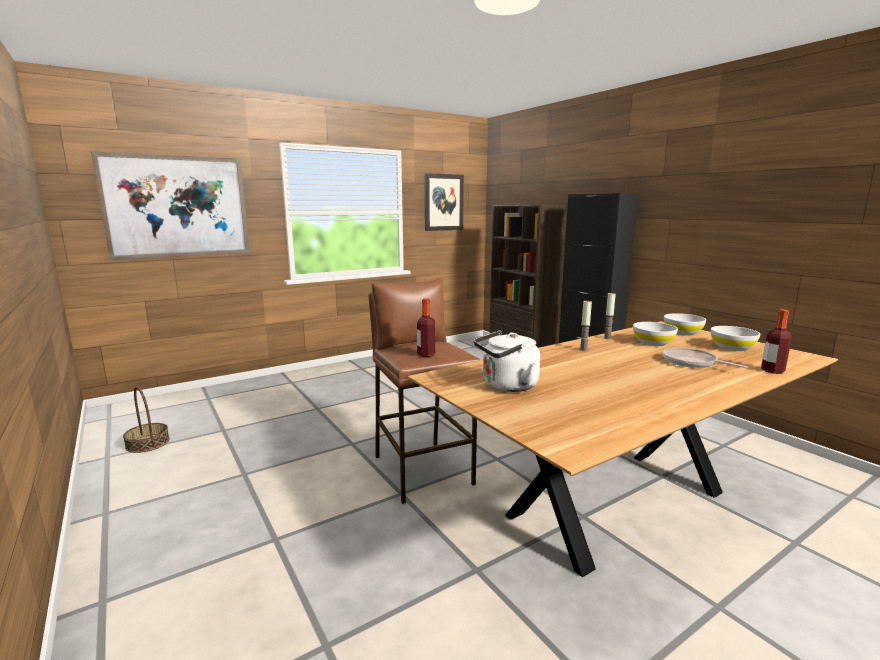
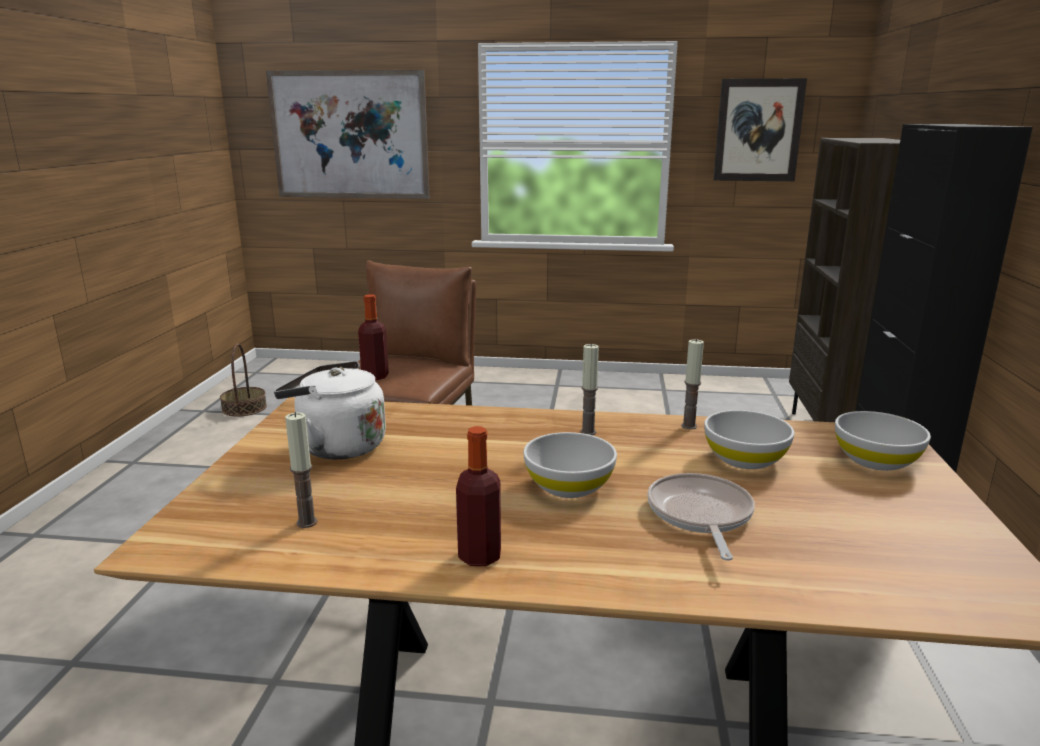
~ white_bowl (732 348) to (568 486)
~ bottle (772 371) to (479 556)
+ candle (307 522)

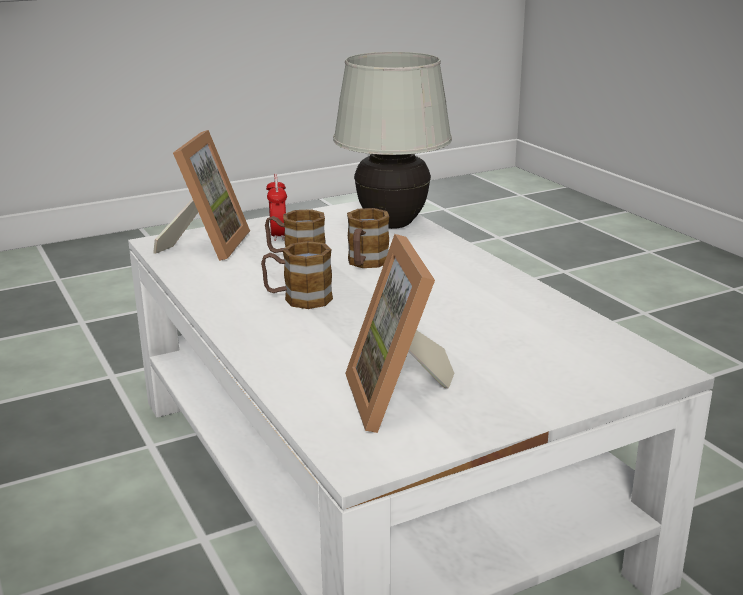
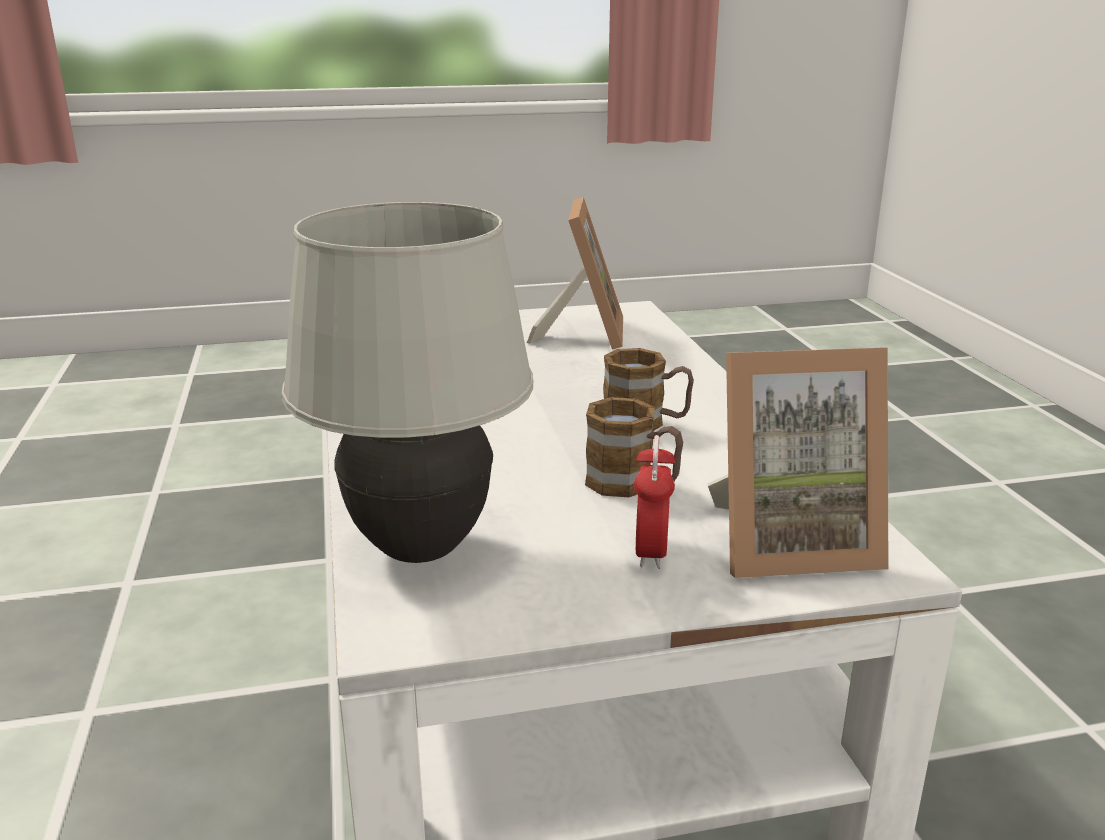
~ picture_frame (207 245) = (789 543) 120 degrees counterclockwise
- mug (365 264)

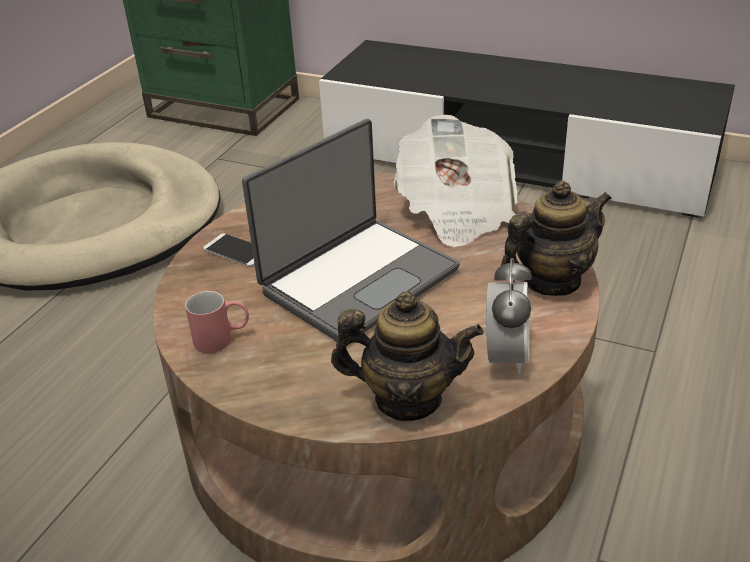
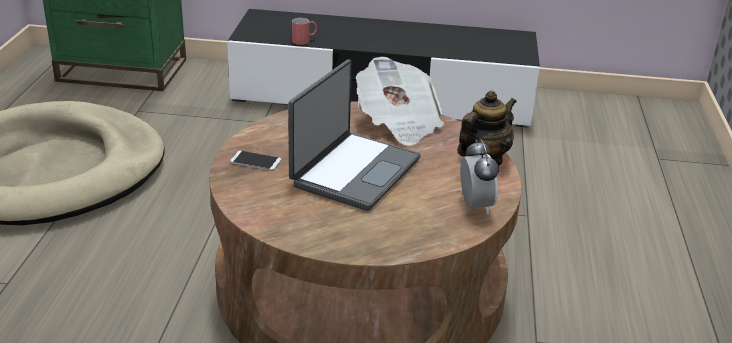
~ red_mug (222 339) to (304 40)
- teapot (407 399)

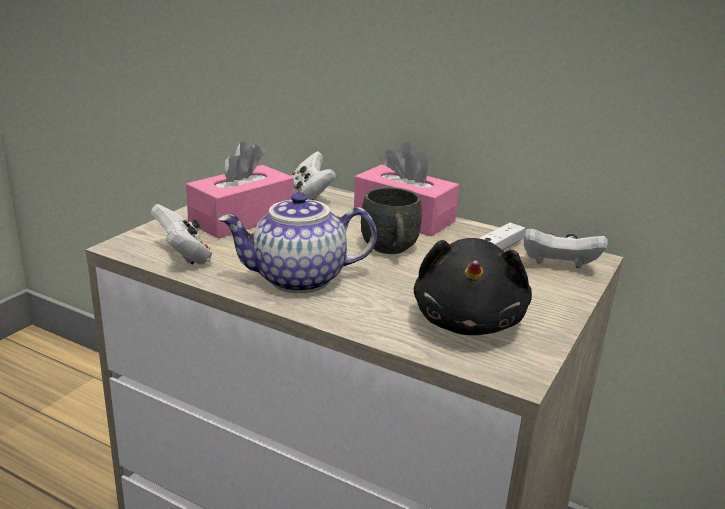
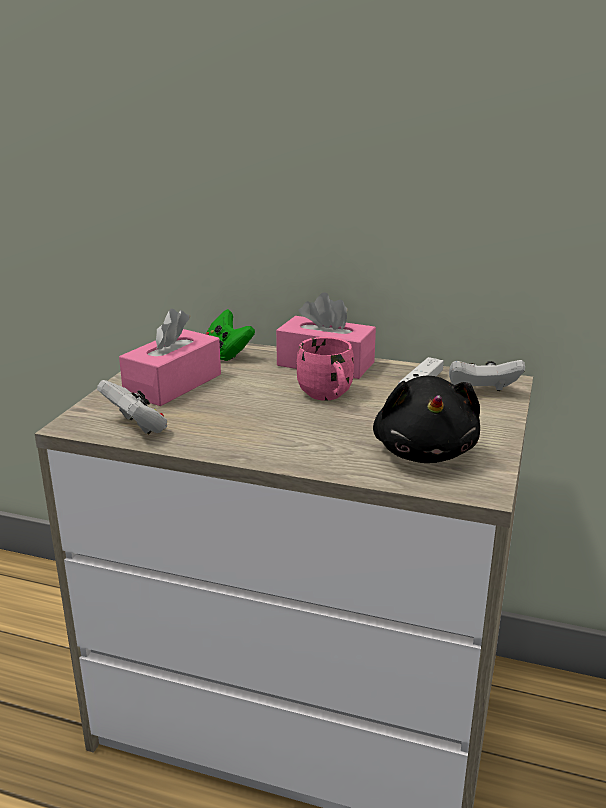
- teapot (298 280)
~ white_game_controller (310 195) to green_game_controller (227 353)
~ grey_mug (390 250) to pink_mug (328 396)

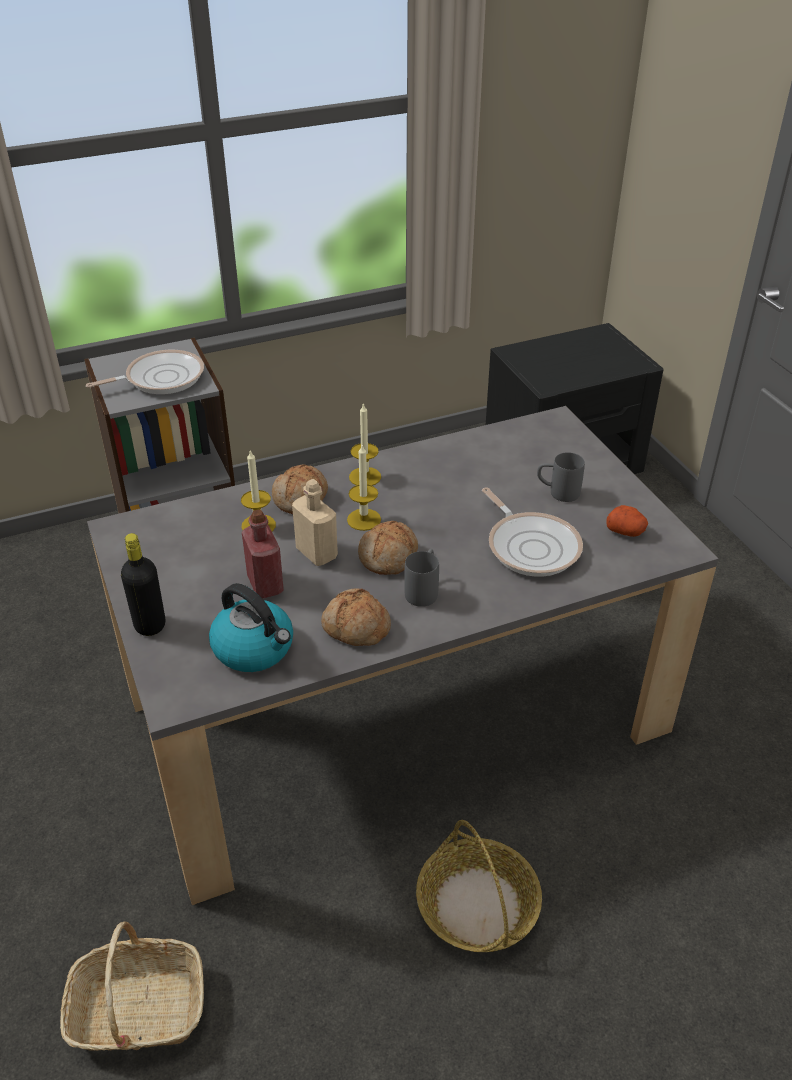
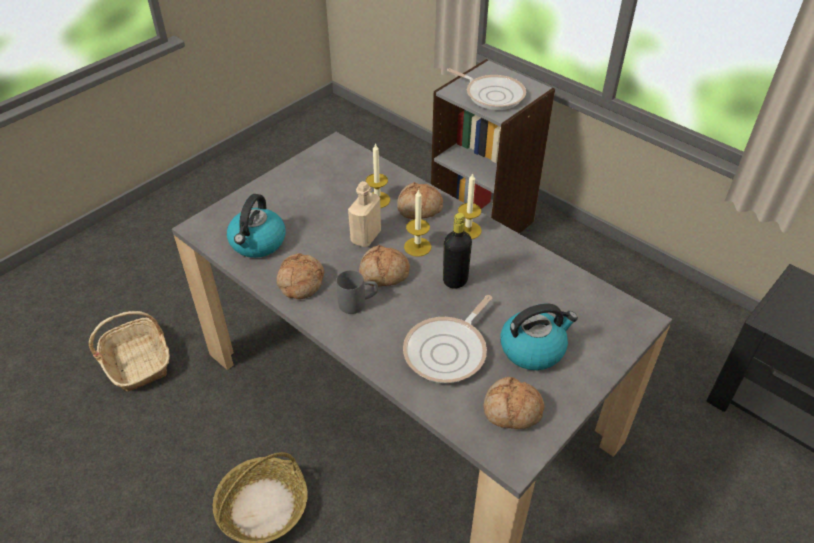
~ black_bottle (150 625) to (455 280)
- red_bottle (265 584)
~ grey_mug (557 492) to kettle (533 348)
~ potato (626 531) to bread (512 411)

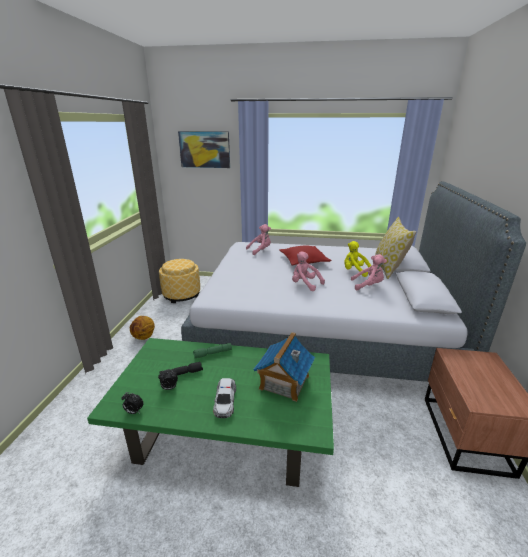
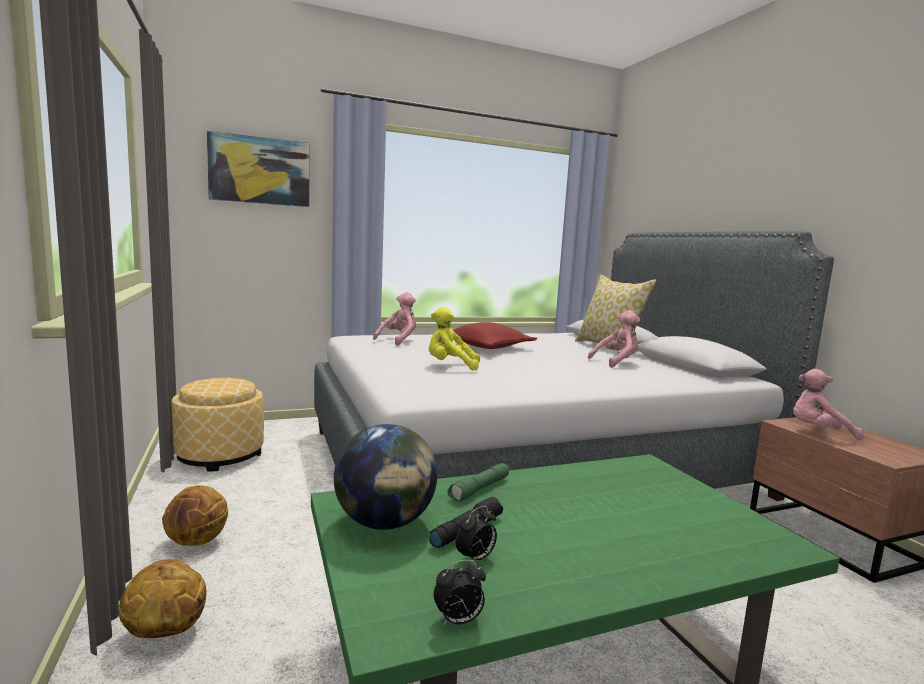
- toy_car (225 401)
- toy_house (284 382)
~ pink_plush_toy (305 284) to (818 432)
~ yellow_plush_toy (355 271) to (450 366)
+ basketball (165 631)
+ globe (385 522)

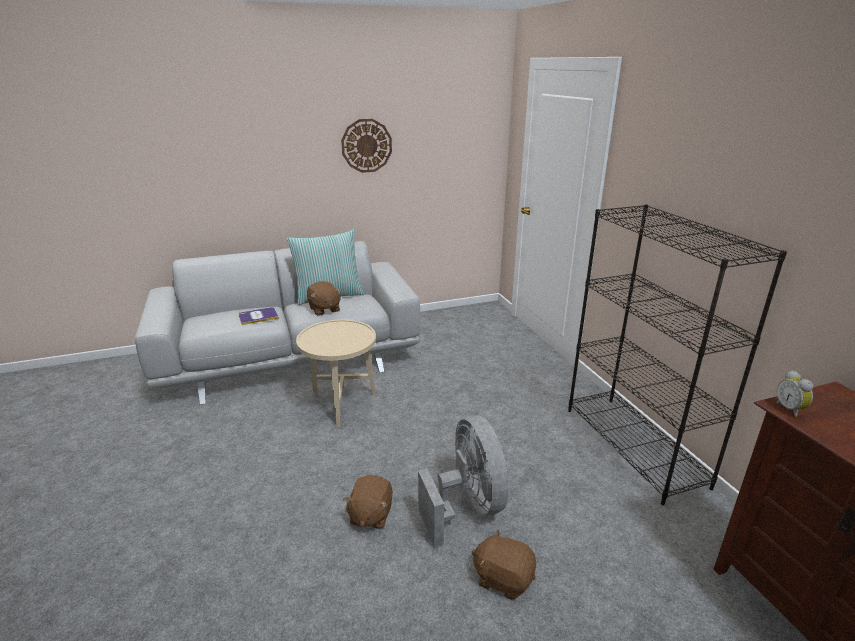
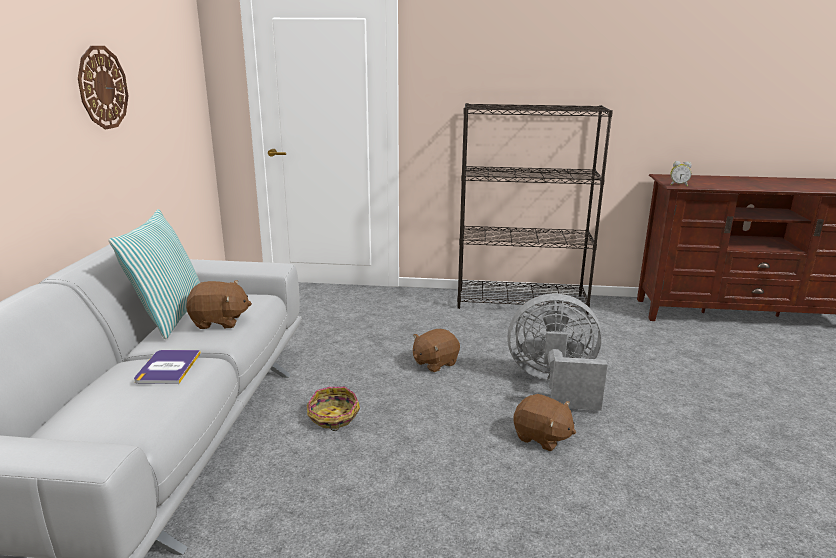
~ beige_side_table (342 405) to basket (333 417)
~ brown_plush_toy (503 578) to (434 363)

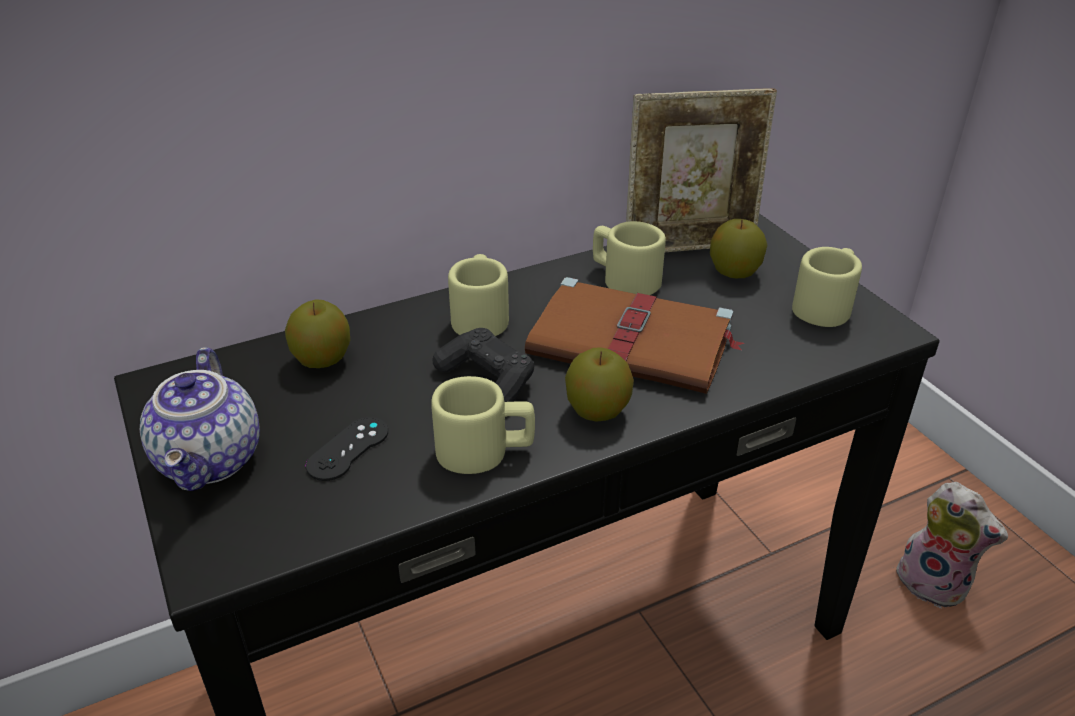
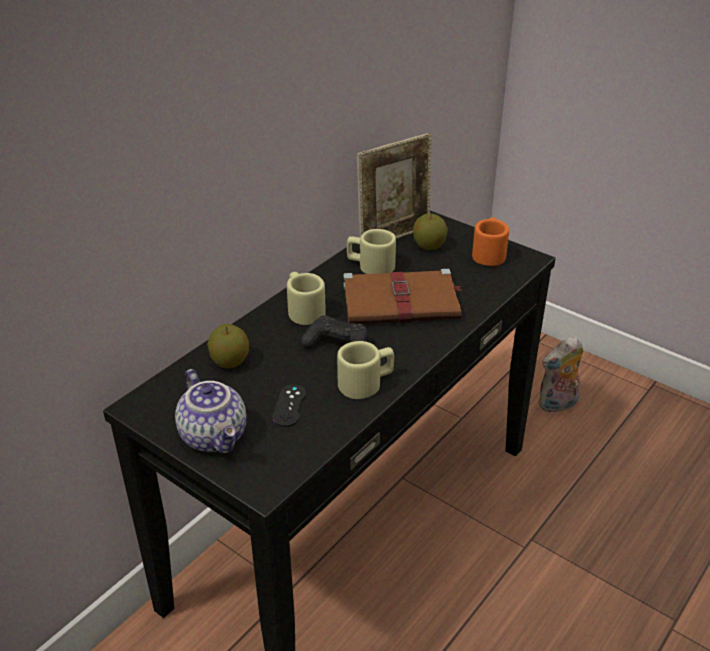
- apple (597 411)
~ beige_mug (825 305) to orange_mug (489 253)
~ plush_toy (934 583) = (557 405) 135 degrees clockwise

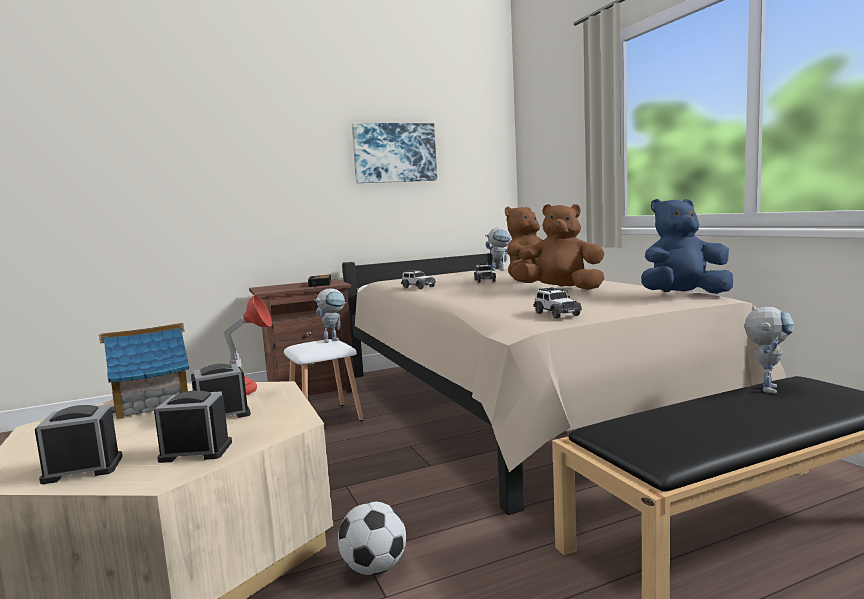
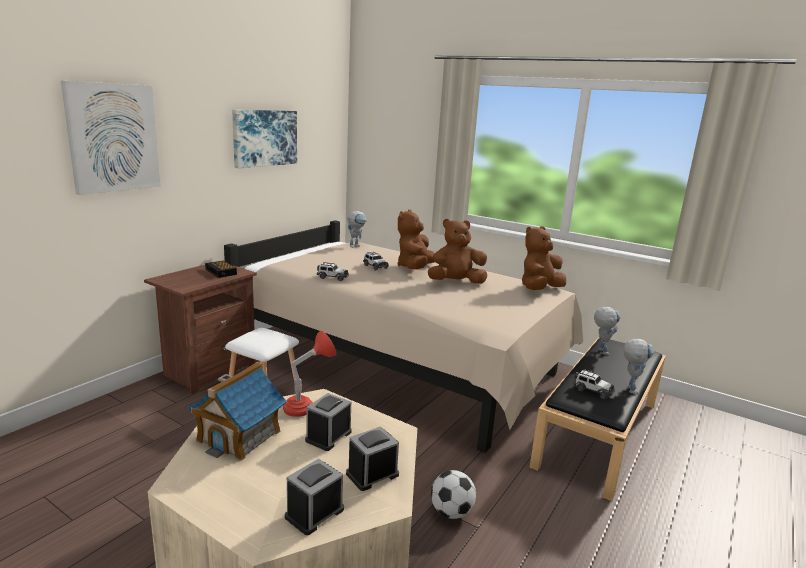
~ toy_robot (334 340) to (630 388)
~ toy_car (556 314) to (592 391)
~ blue_plush_toy (683 295) to brown_plush_toy (539 289)
+ picture (113 138)

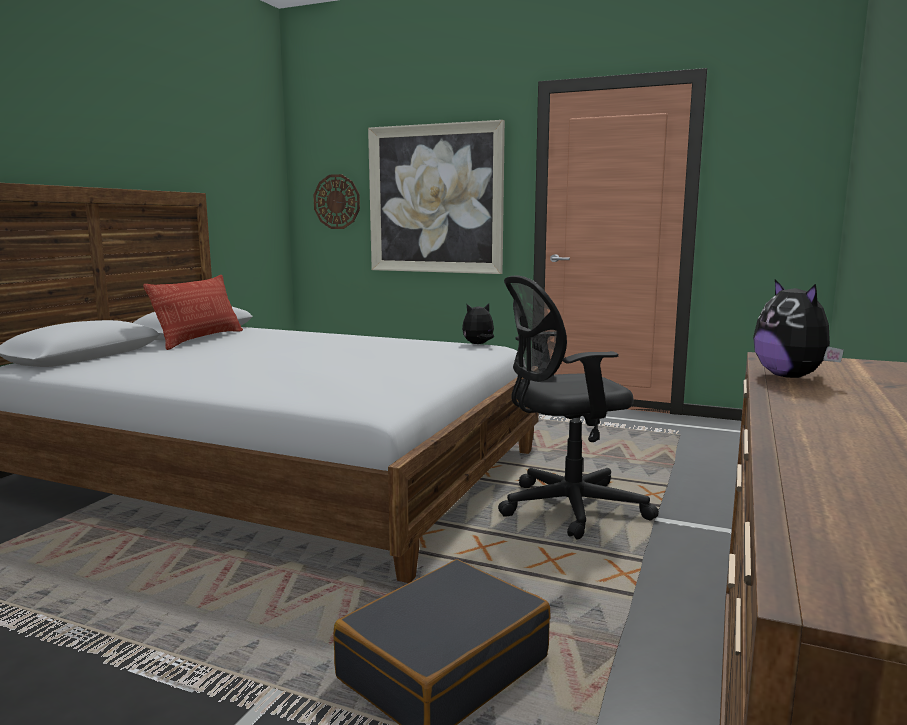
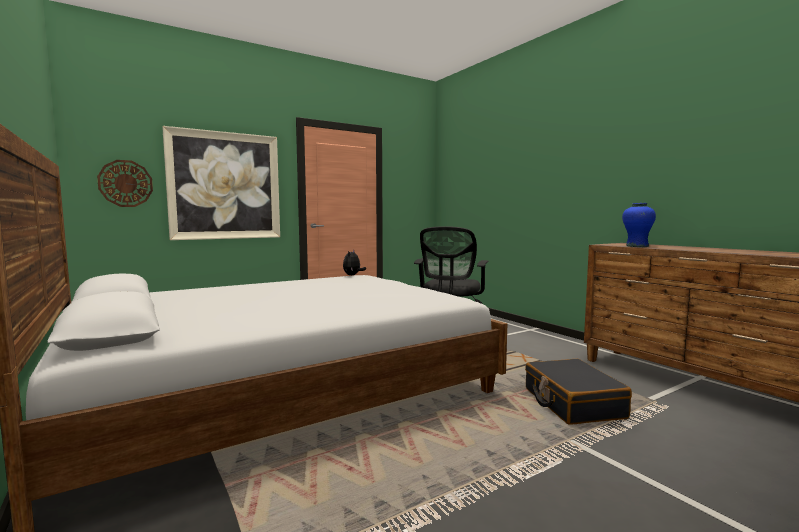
- pillow (200 339)
~ plush_toy (791 377) to blue_vase (637 246)

